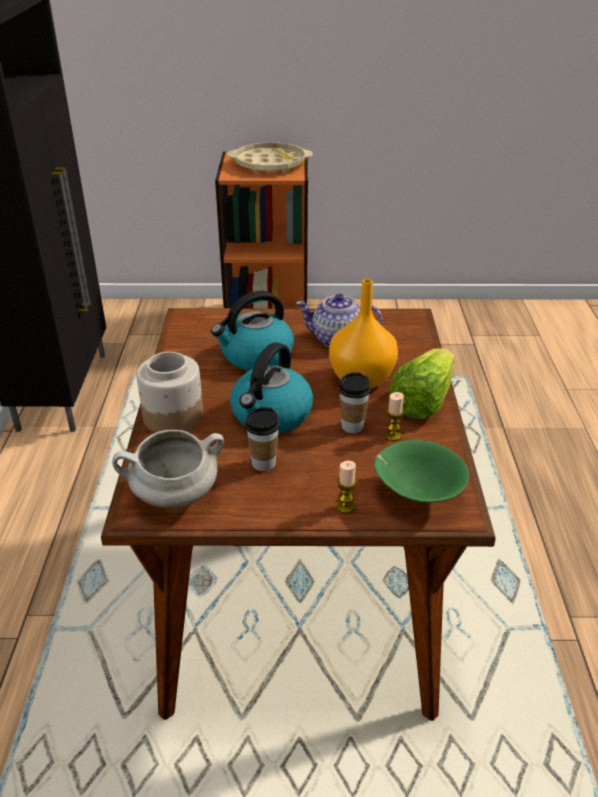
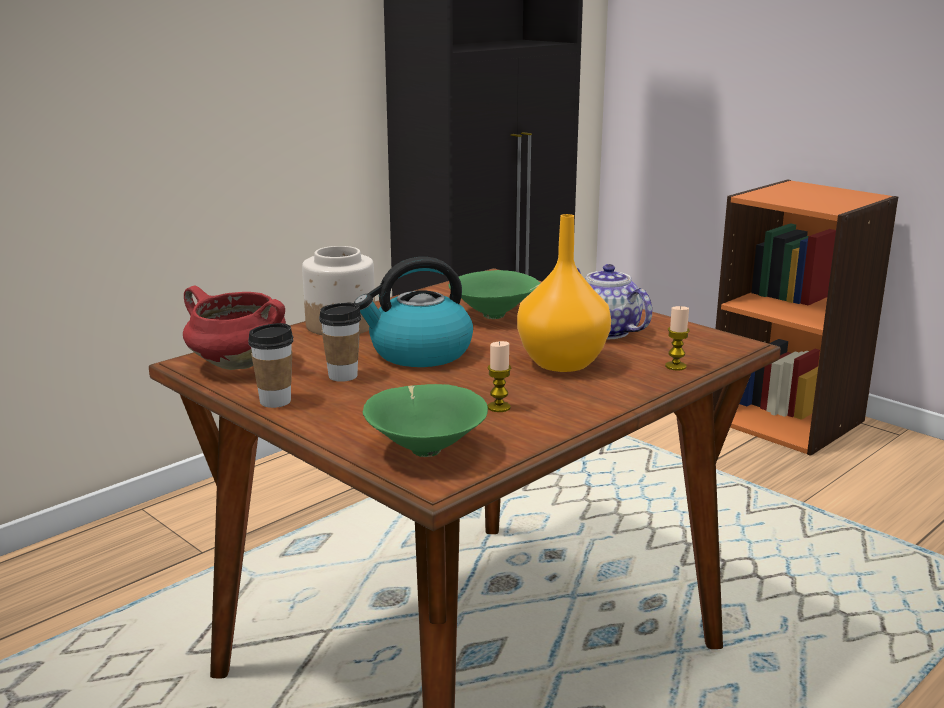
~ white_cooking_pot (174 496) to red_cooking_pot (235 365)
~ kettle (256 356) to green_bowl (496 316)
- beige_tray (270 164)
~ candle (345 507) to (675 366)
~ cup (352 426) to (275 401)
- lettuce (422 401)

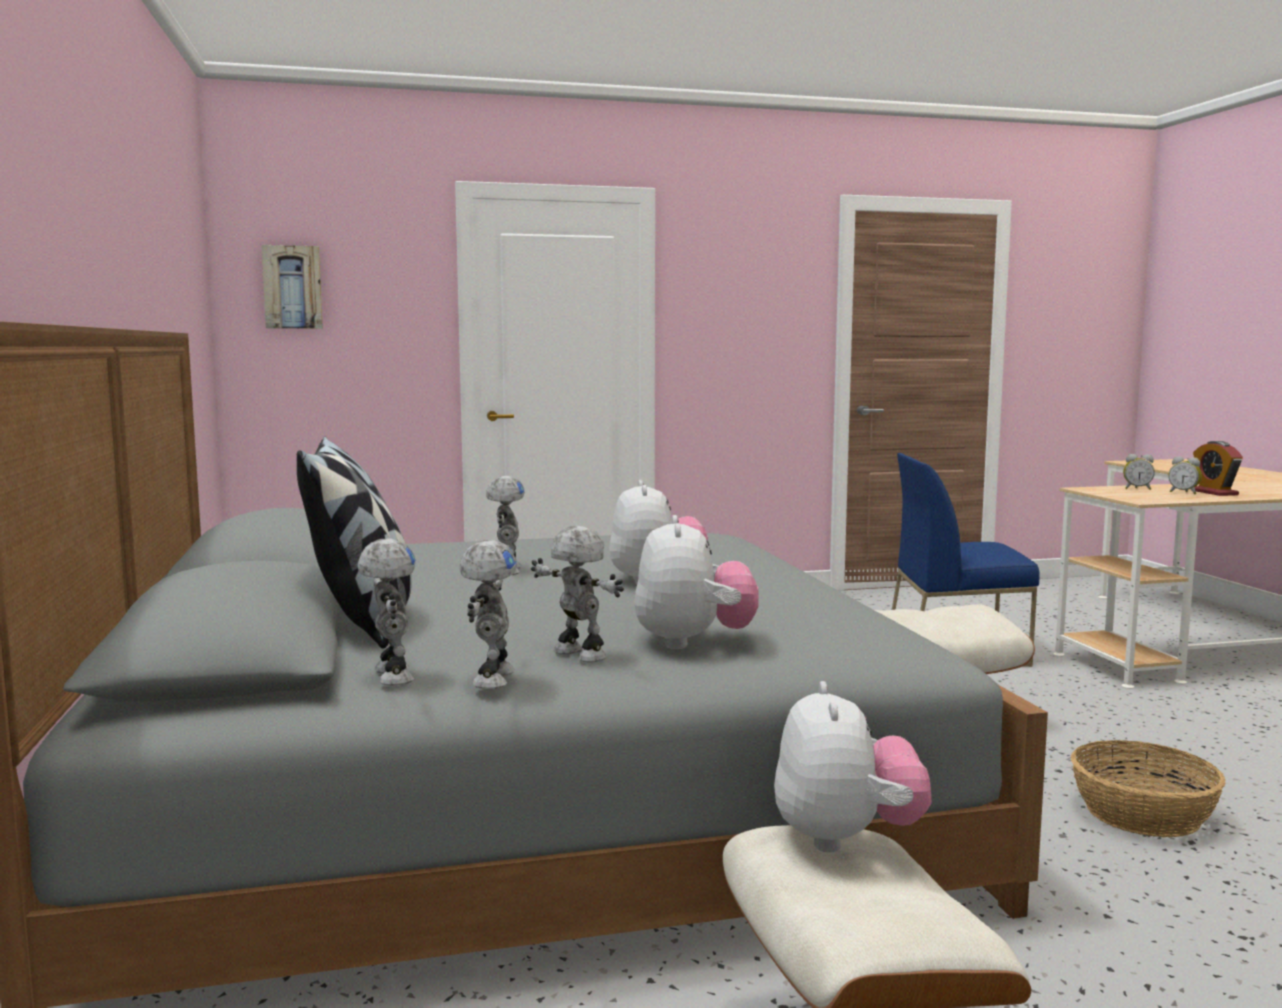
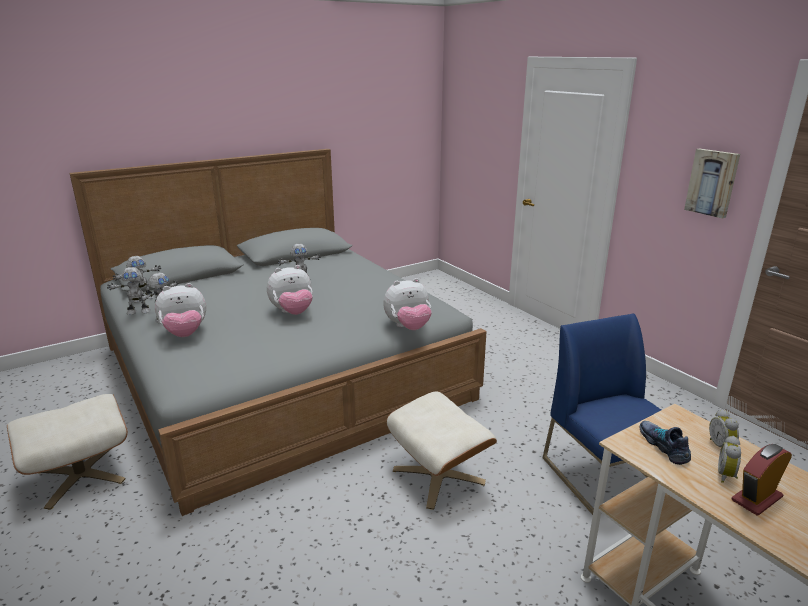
~ picture (292 287) to (712 182)
- pillow (363 623)
~ plush_toy (846 839) to (408 327)
- basket (1141 814)
+ shoe (664 446)

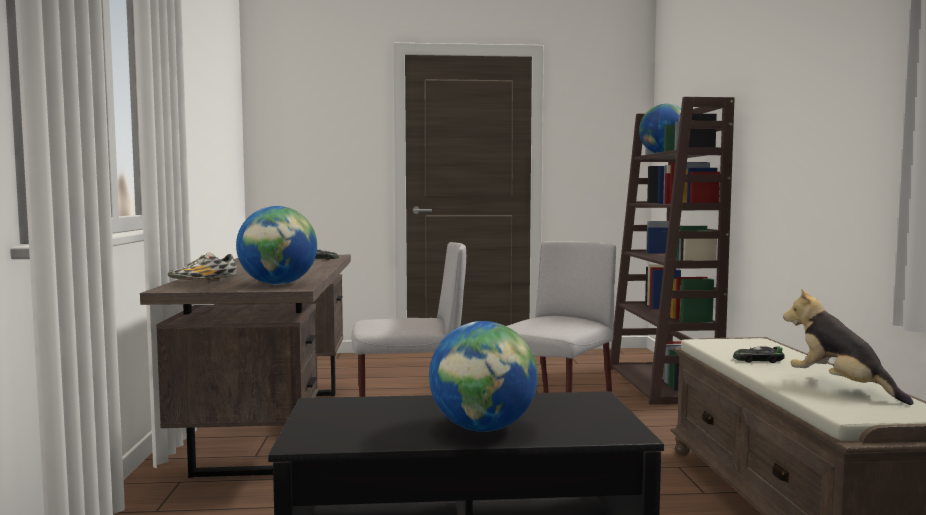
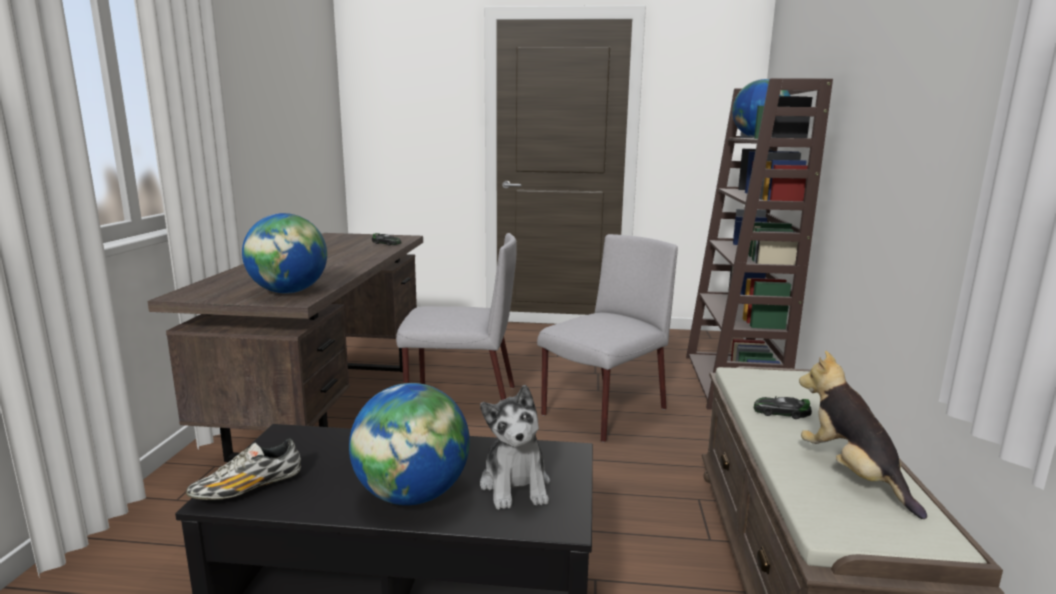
~ shoe (204 281) to (248 489)
+ plush_toy (516 485)

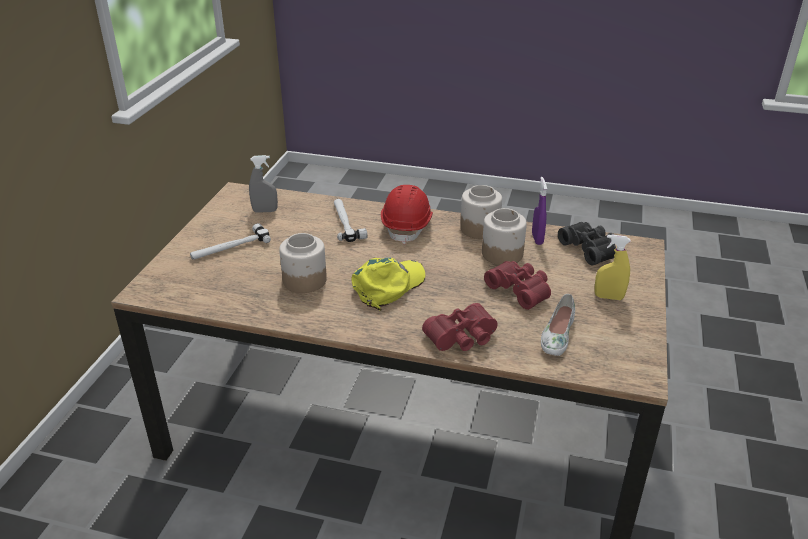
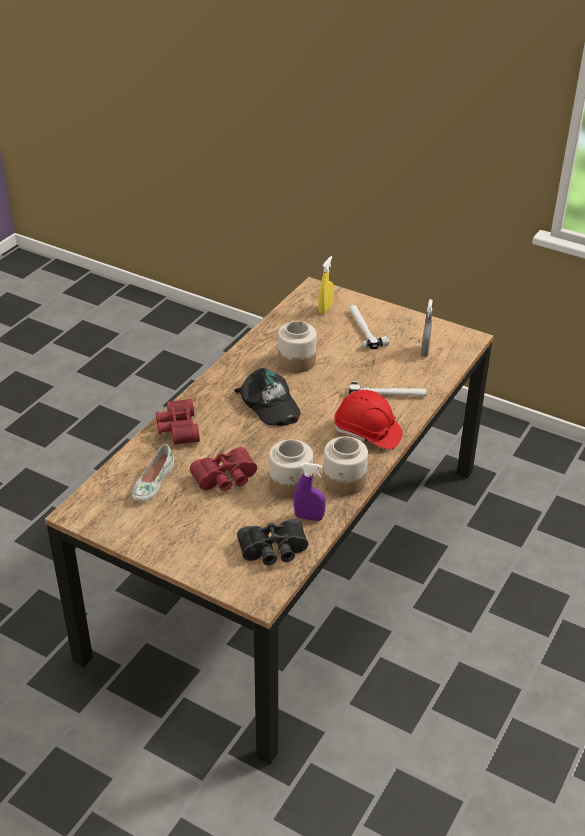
~ yellow_cap (388 285) to black_cap (269 404)
~ white_shoe (557 335) = (152 482) 105 degrees counterclockwise
~ yellow_spray_bottle (608 297) to (325 309)

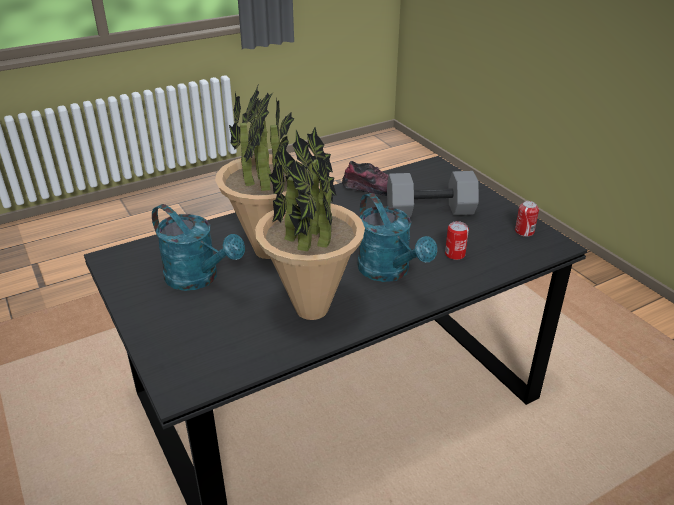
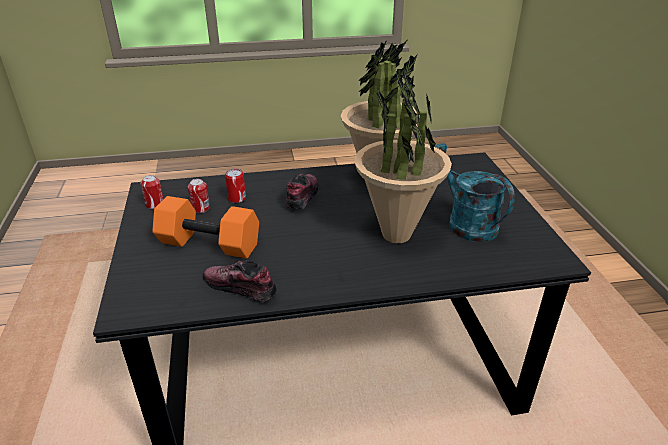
~ turquoise_watering_can (389 272) to shoe (302 196)
~ grey_dumbbell (429 211) to orange_dumbbell (210 243)
+ can (200 208)

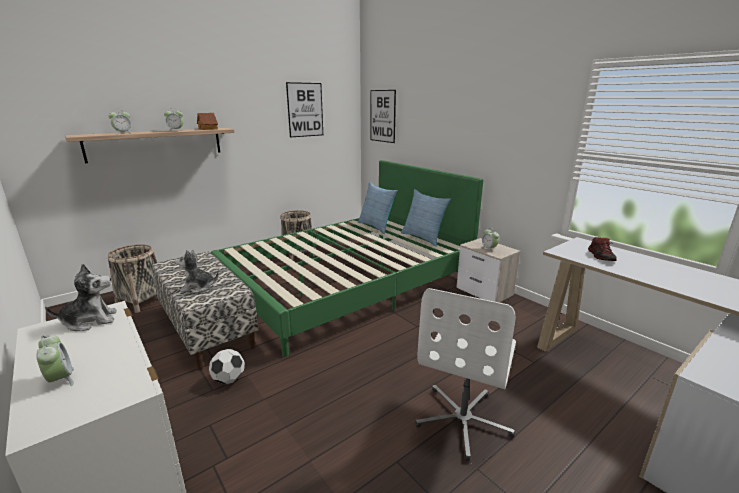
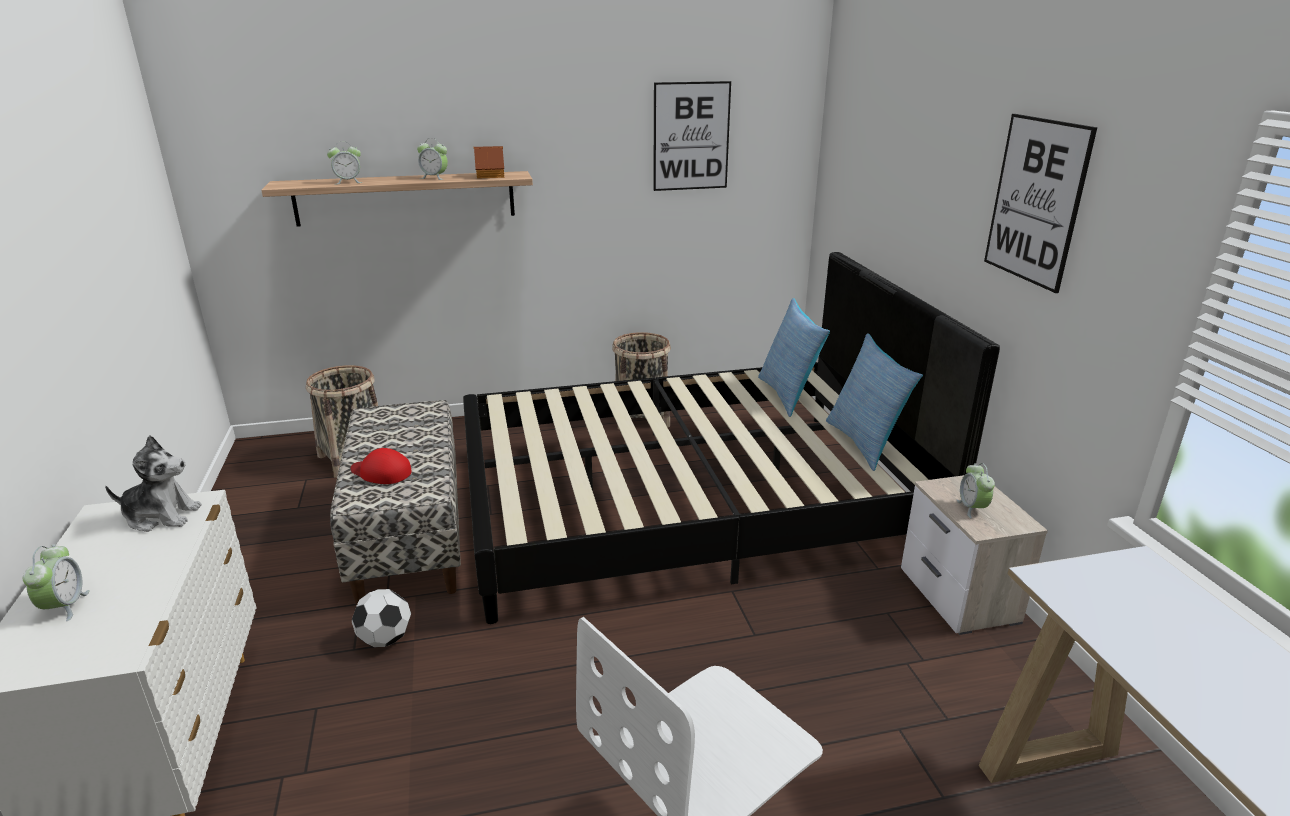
~ plush_toy (198 287) to red_cap (381 472)
~ green_bed (348 283) to black_bed (689 501)
~ picture (382 116) to (1036 201)
- shoe (601 256)

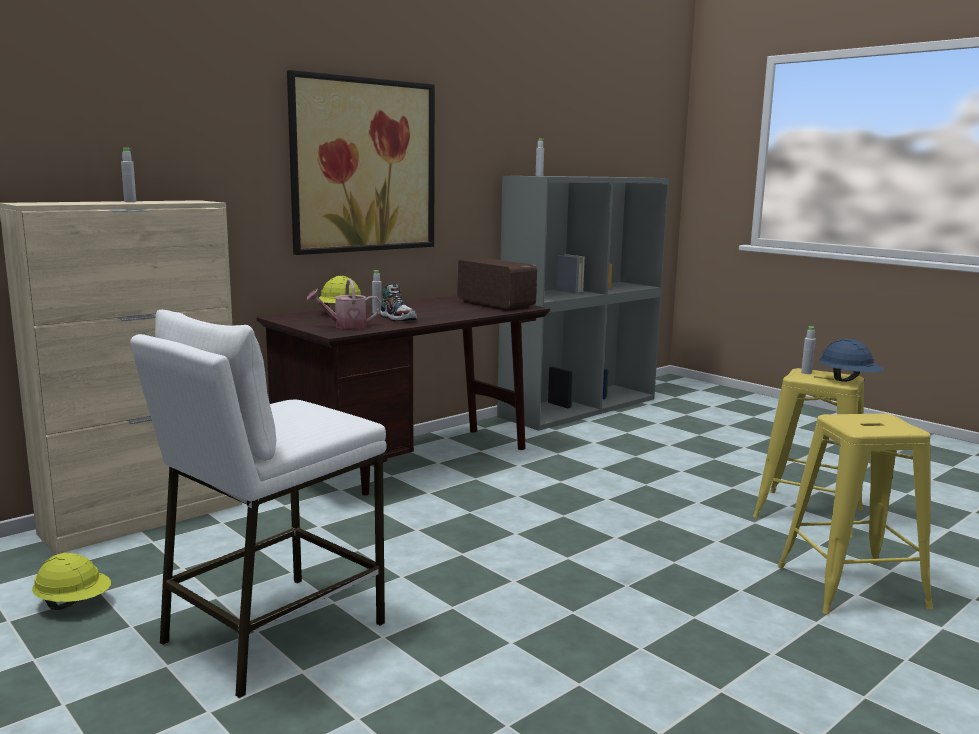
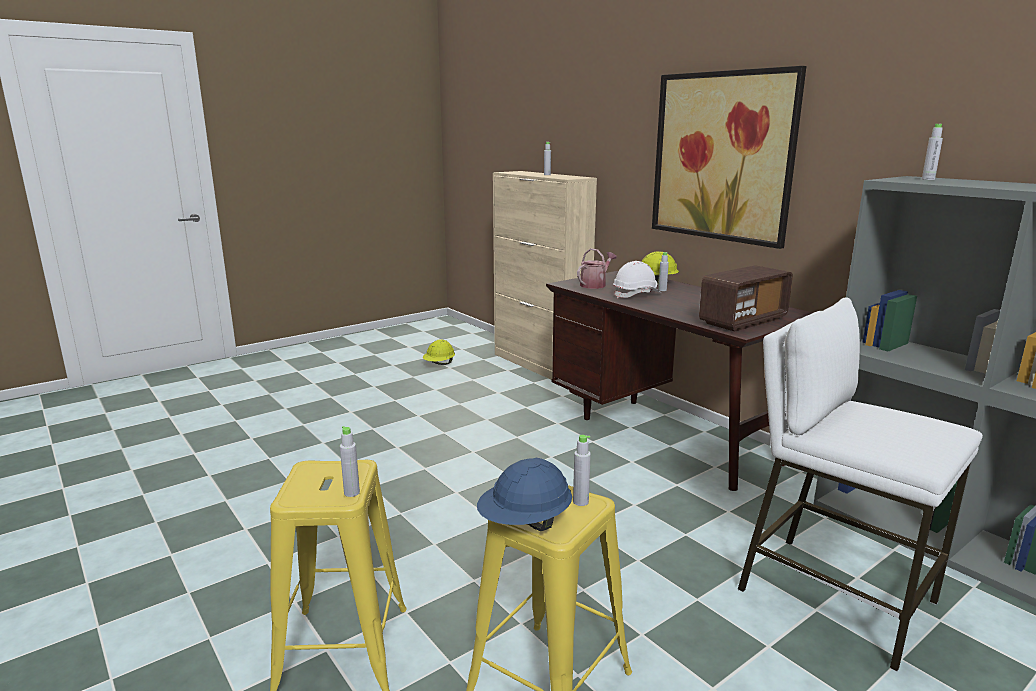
~ white_stool (272 632) to (835 595)
~ watering_can (345 326) = (595 285) 60 degrees clockwise
~ shoe (398 318) to white_hard_hat (636 295)
+ grey_bottle (351 493)

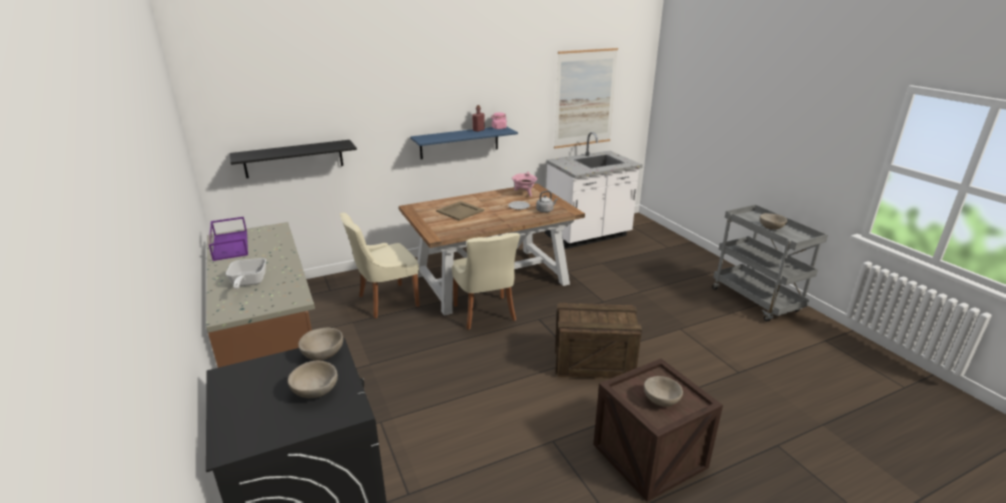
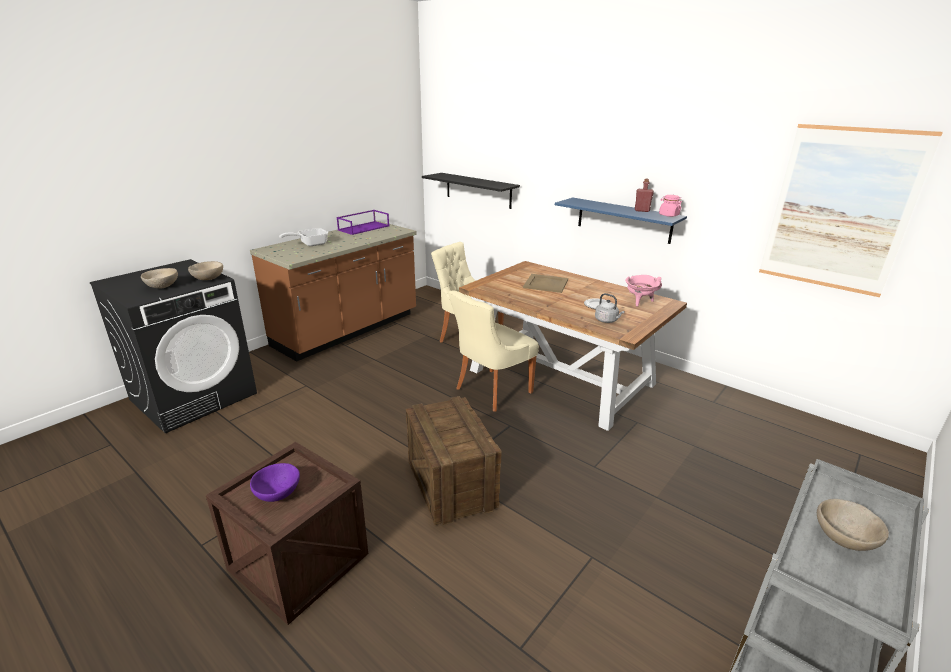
- white_counter (588 236)
~ beige_bowl (661 400) to purple_bowl (278 494)

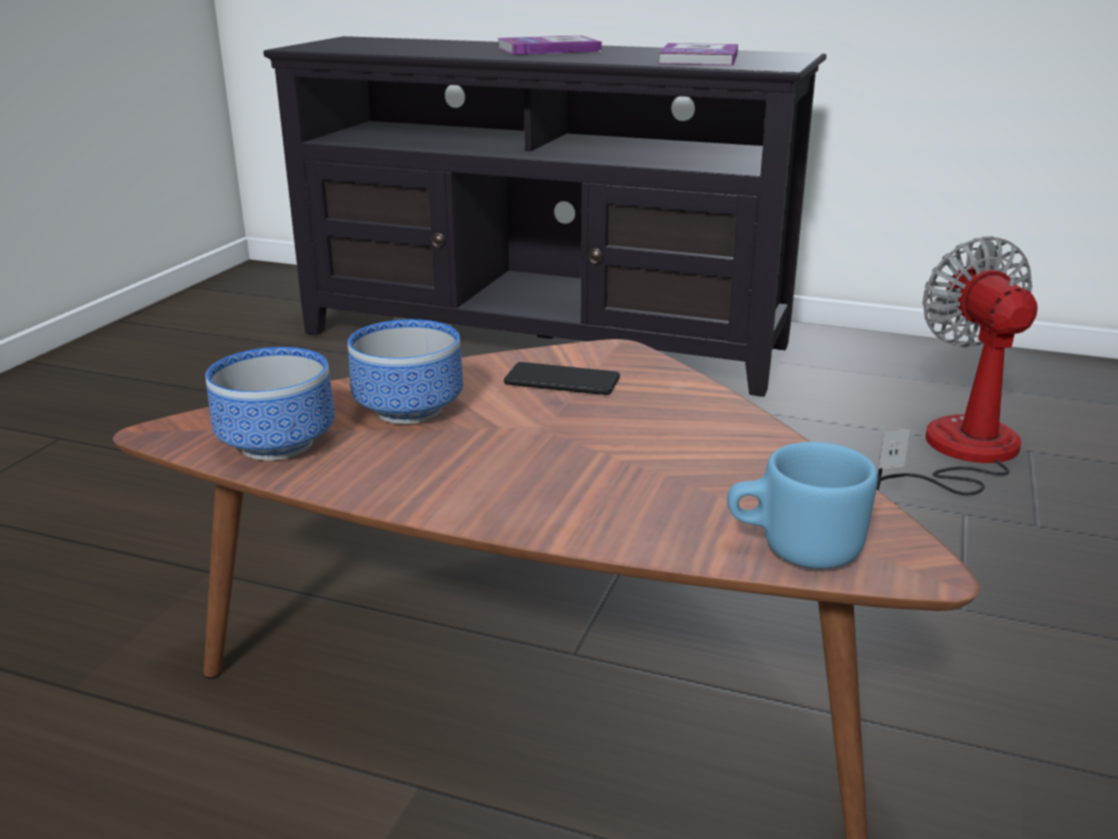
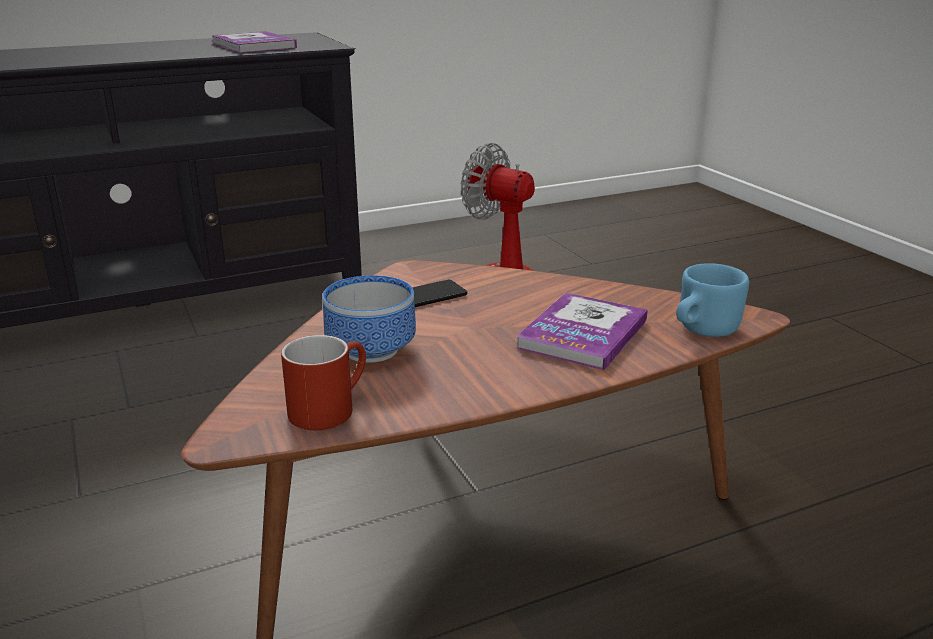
~ bowl (273 443) to red_mug (329 407)
~ book (548 49) to (583 334)

